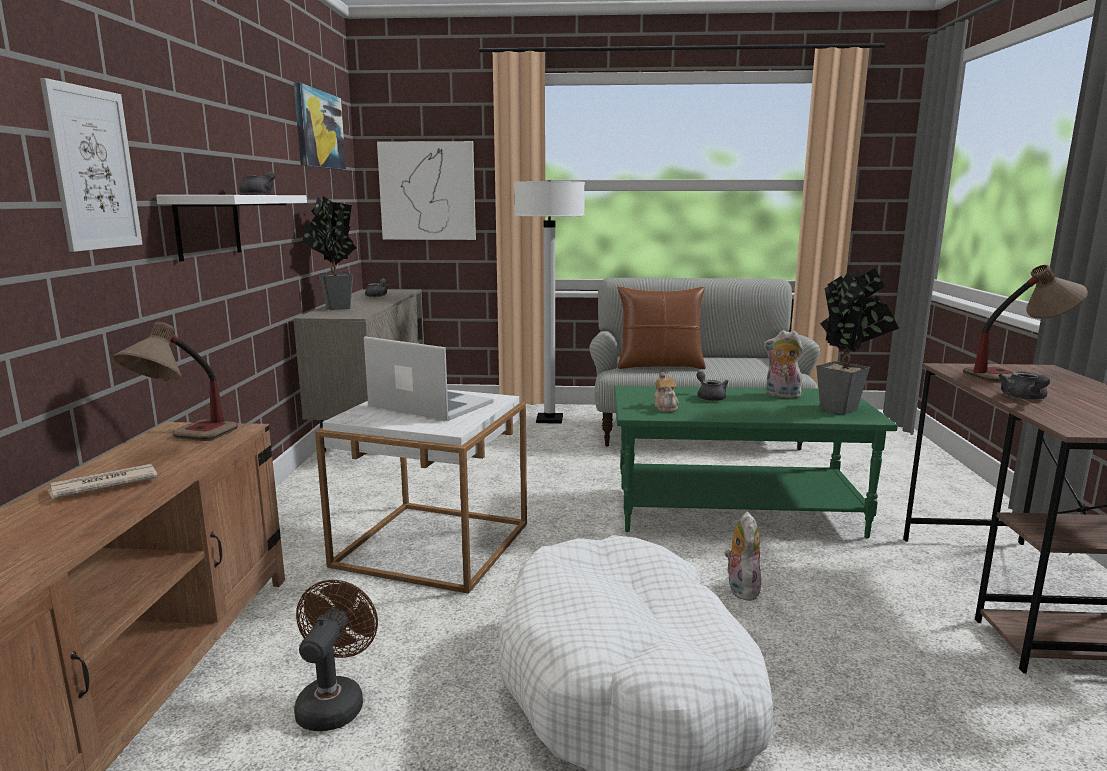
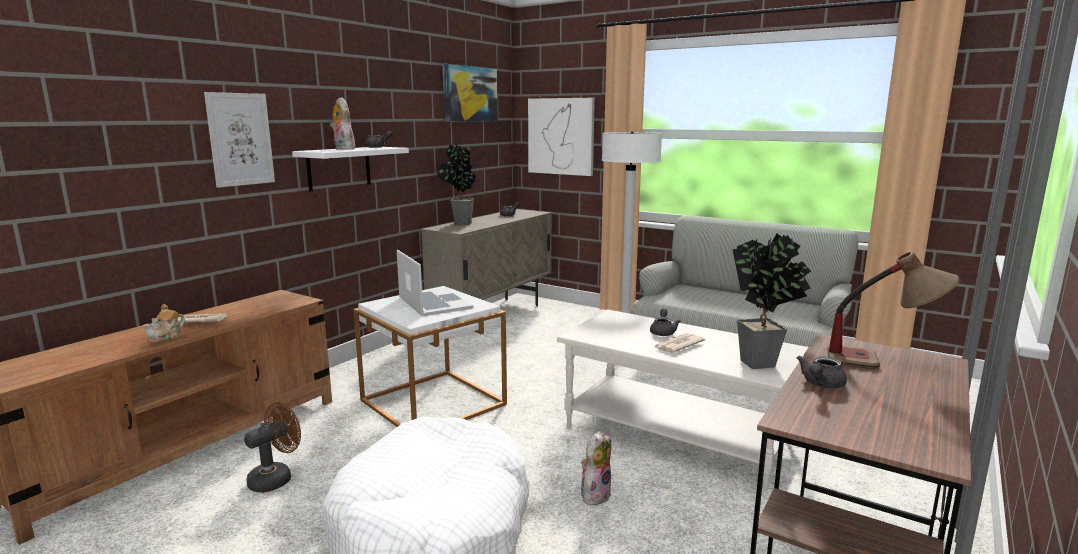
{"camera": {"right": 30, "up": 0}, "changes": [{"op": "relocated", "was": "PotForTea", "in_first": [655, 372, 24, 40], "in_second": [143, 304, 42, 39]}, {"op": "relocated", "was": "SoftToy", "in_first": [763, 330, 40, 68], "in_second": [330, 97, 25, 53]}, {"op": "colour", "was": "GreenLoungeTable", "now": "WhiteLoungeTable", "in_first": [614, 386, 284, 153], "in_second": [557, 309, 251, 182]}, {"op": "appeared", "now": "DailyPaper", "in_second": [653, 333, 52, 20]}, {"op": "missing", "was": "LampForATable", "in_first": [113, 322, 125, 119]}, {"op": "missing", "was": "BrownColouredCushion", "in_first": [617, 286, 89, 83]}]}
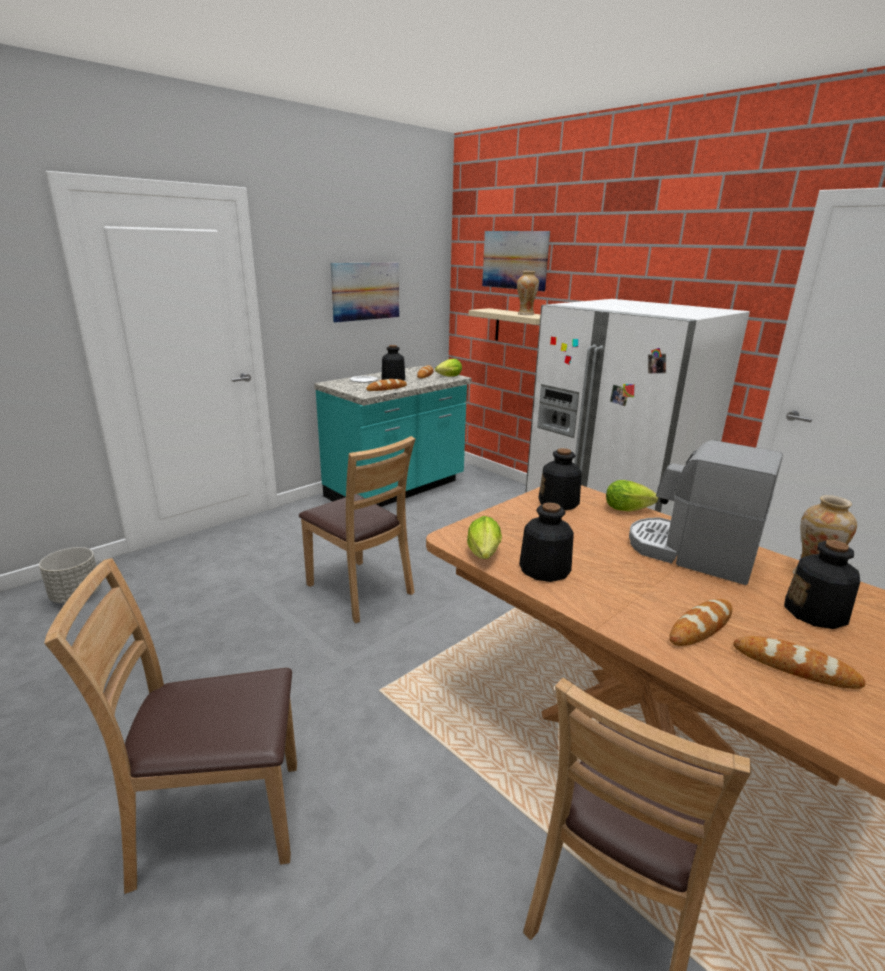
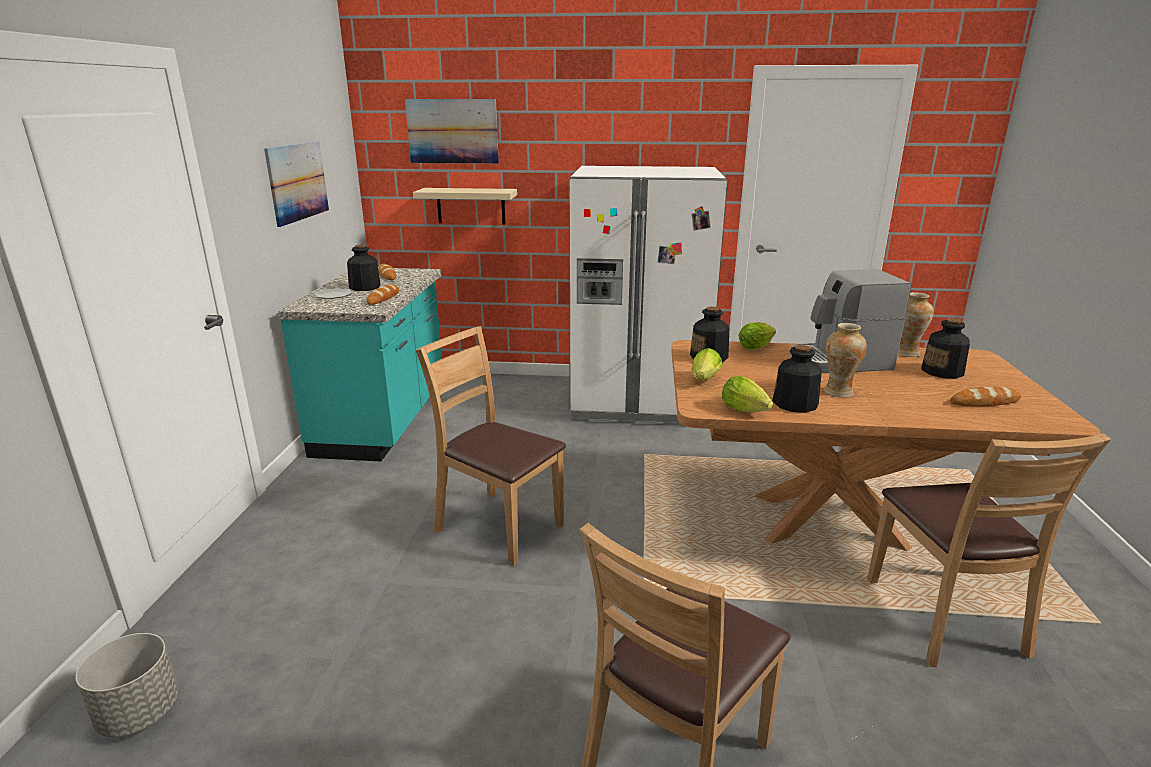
{"camera": {"right": -40, "up": 0}, "changes": [{"op": "spun", "was": "BrownColouredChair", "in_first": [299, 436, 117, 187], "in_second": [415, 326, 151, 240], "clockwise": -150}, {"op": "relocated", "was": "HeadOfLettuce", "in_first": [435, 359, 27, 18], "in_second": [692, 348, 31, 33]}, {"op": "relocated", "was": "DecorativeVase", "in_first": [517, 271, 22, 44], "in_second": [824, 323, 43, 75]}, {"op": "missing", "was": "Bread", "in_first": [669, 599, 64, 47]}]}
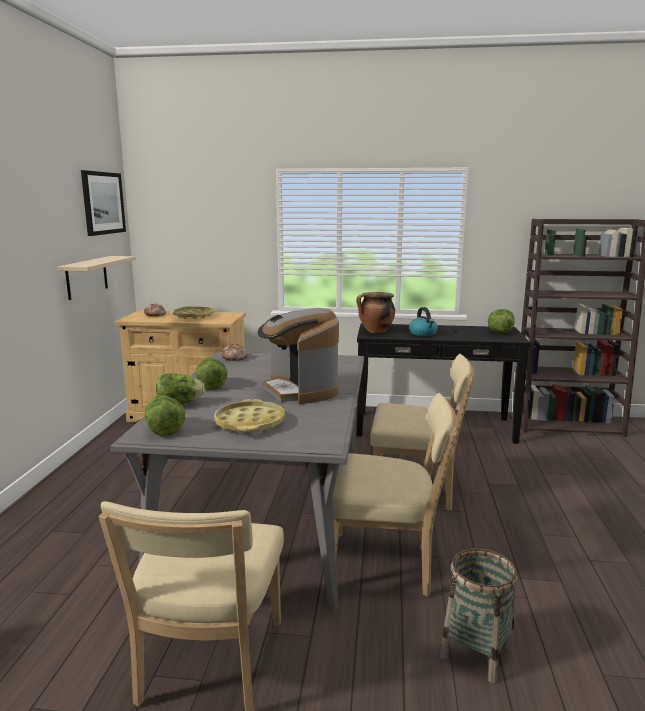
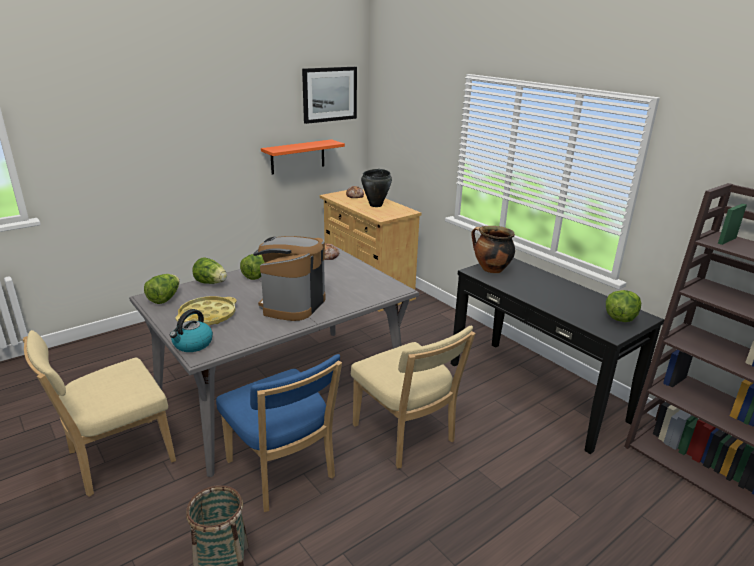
{"camera": {"right": 45, "up": 10}, "changes": [{"op": "relocated", "was": "TeaKettle", "in_first": [409, 307, 29, 29], "in_second": [170, 309, 43, 43]}, {"op": "colour", "was": "BeigeColouredChair", "now": "BlueColouredChair", "in_first": [332, 393, 125, 204], "in_second": [216, 354, 126, 158]}, {"op": "colour", "was": "BeigeColouredShelf", "now": "OrangeColouredShelf", "in_first": [57, 256, 79, 44], "in_second": [261, 139, 84, 35]}, {"op": "exchanged", "was": "YellowColouredCarryingTray", "now": "BlackSaucepot", "in_first": [173, 306, 41, 13], "in_second": [361, 169, 31, 38]}]}
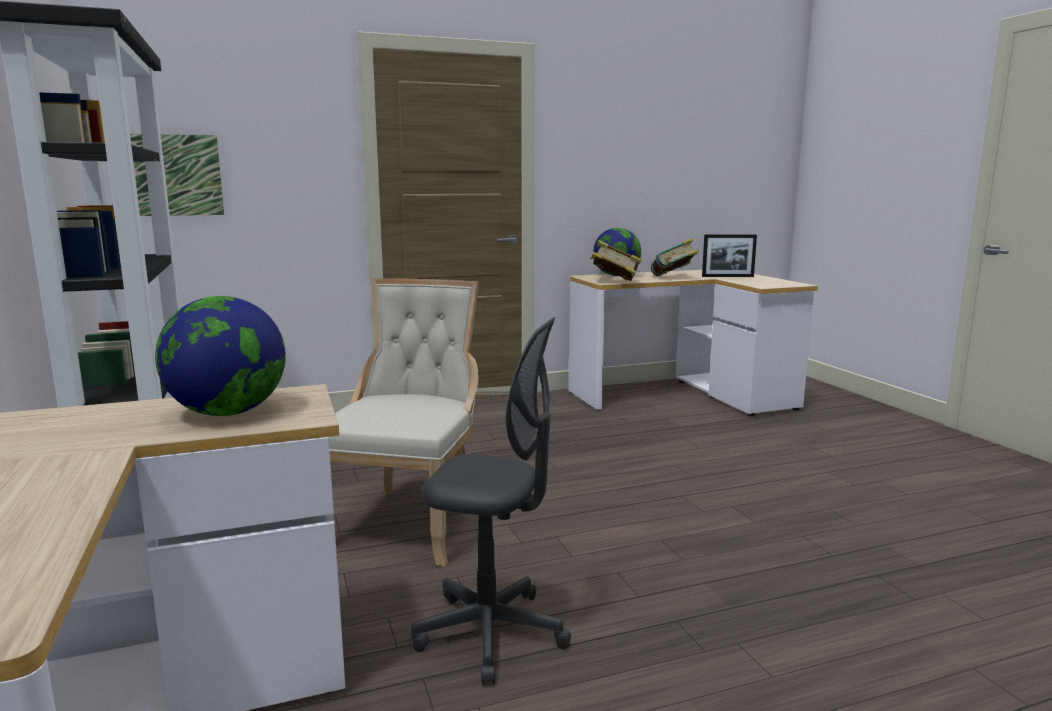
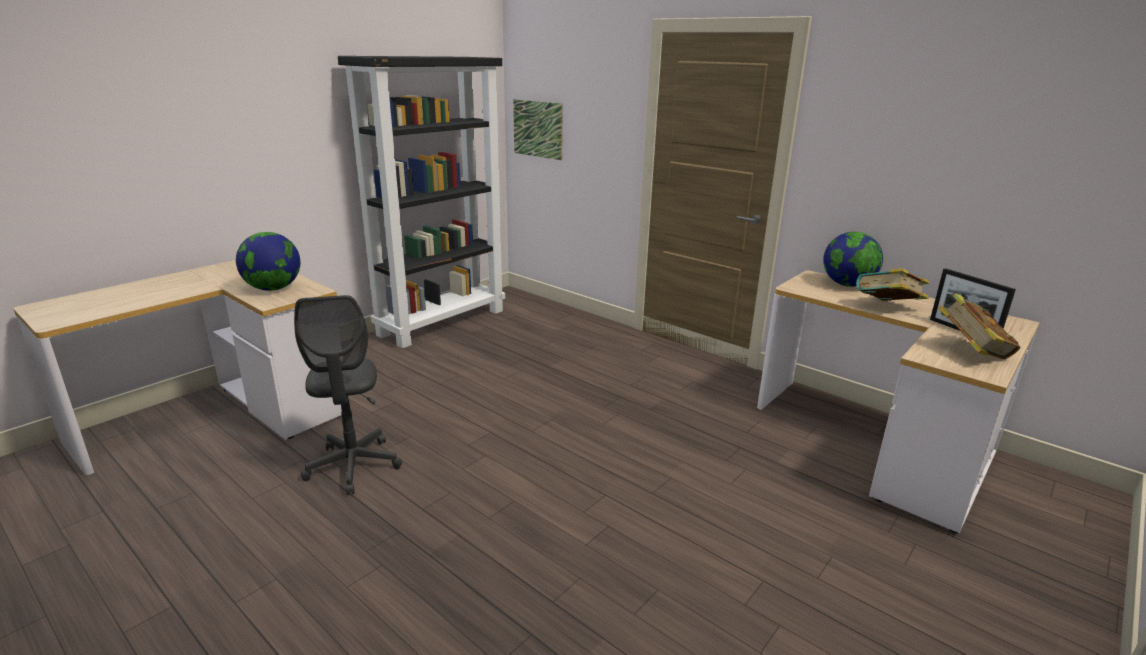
{"camera": {"right": 60, "up": 10}, "changes": [{"op": "relocated", "was": "Volume", "in_first": [590, 240, 52, 41], "in_second": [938, 293, 83, 67]}, {"op": "missing", "was": "BeigeColouredChair", "in_first": [329, 278, 150, 289]}]}
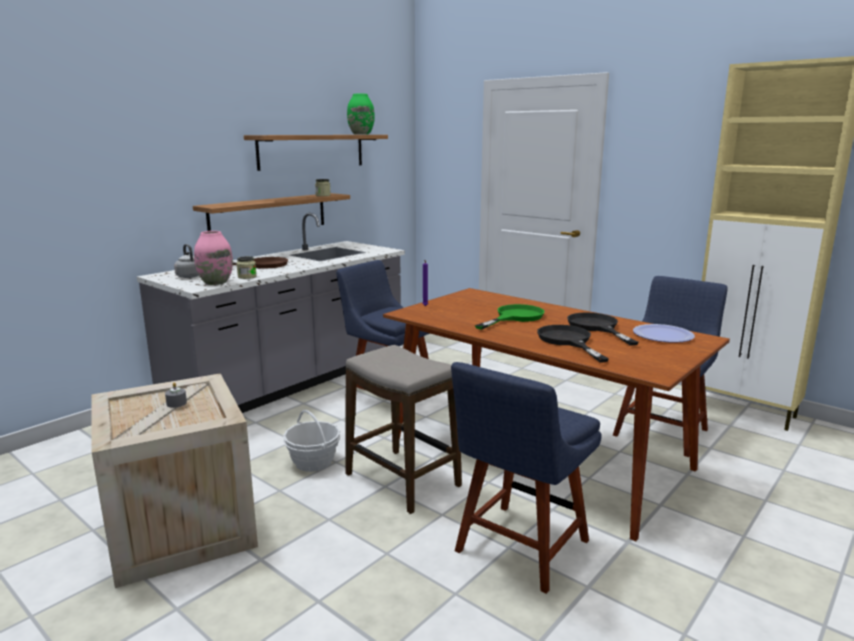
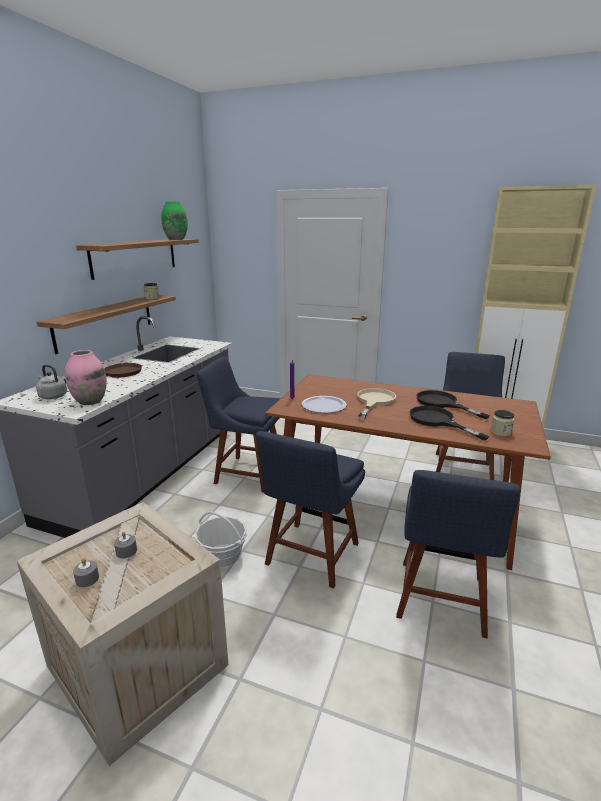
{"camera": {"right": -20, "up": 5}, "changes": [{"op": "appeared", "now": "GrayCandle", "in_second": [73, 558, 26, 29]}, {"op": "exchanged", "was": "SittingStool", "now": "BlueColouredChair", "in_first": [345, 345, 117, 169], "in_second": [256, 431, 109, 158]}, {"op": "relocated", "was": "DinnerPlate", "in_first": [633, 324, 62, 19], "in_second": [302, 396, 45, 17]}, {"op": "colour", "was": "GreenPan", "now": "BeigeColouredPan", "in_first": [475, 304, 70, 26], "in_second": [357, 388, 39, 31]}, {"op": "relocated", "was": "PreserveJar", "in_first": [236, 256, 21, 23], "in_second": [491, 410, 23, 27]}]}
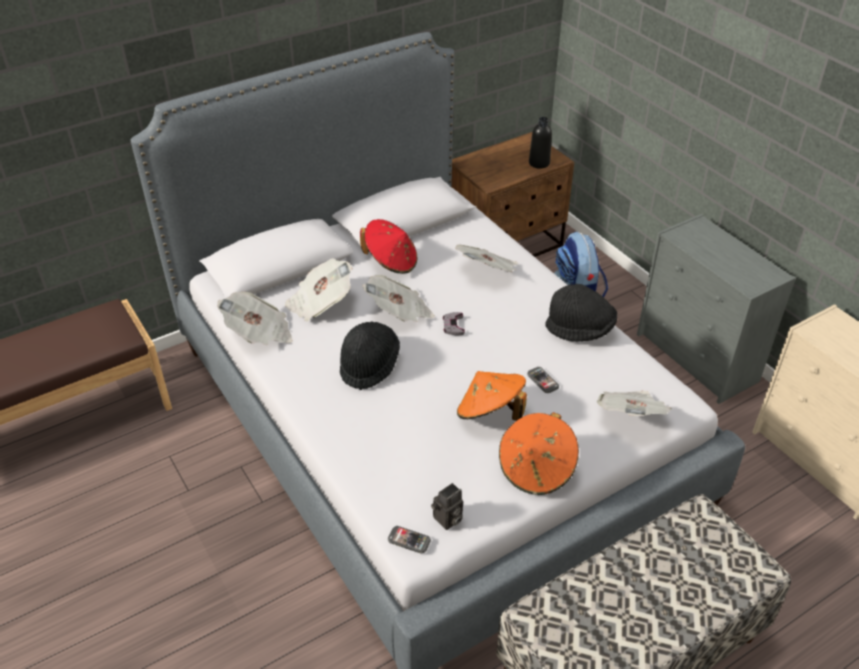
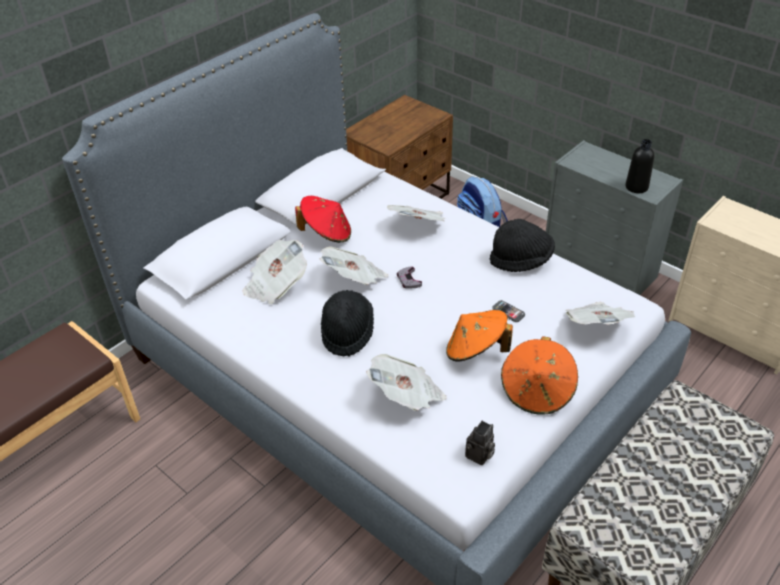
{"camera": {"right": -15, "up": 0}, "changes": [{"op": "relocated", "was": "DailyPaper", "in_first": [217, 292, 76, 53], "in_second": [366, 354, 81, 57]}, {"op": "relocated", "was": "BlackBottle", "in_first": [529, 117, 23, 52], "in_second": [625, 139, 29, 54]}, {"op": "missing", "was": "Telephone", "in_first": [388, 526, 43, 28]}]}
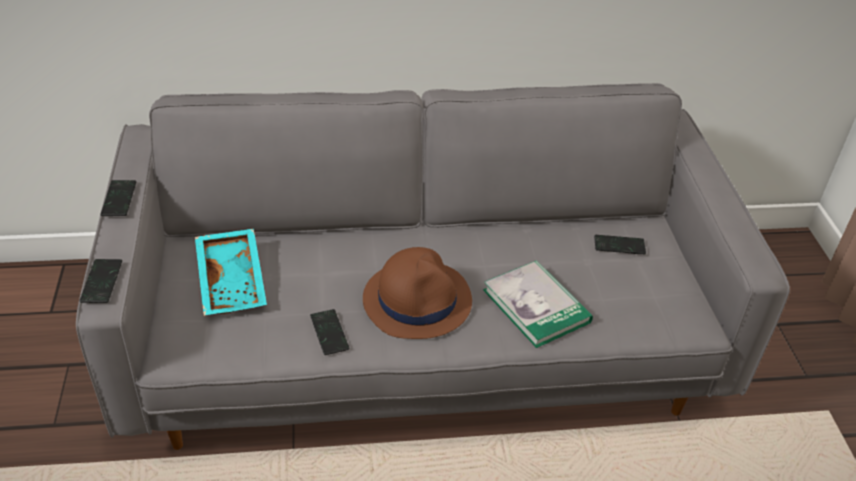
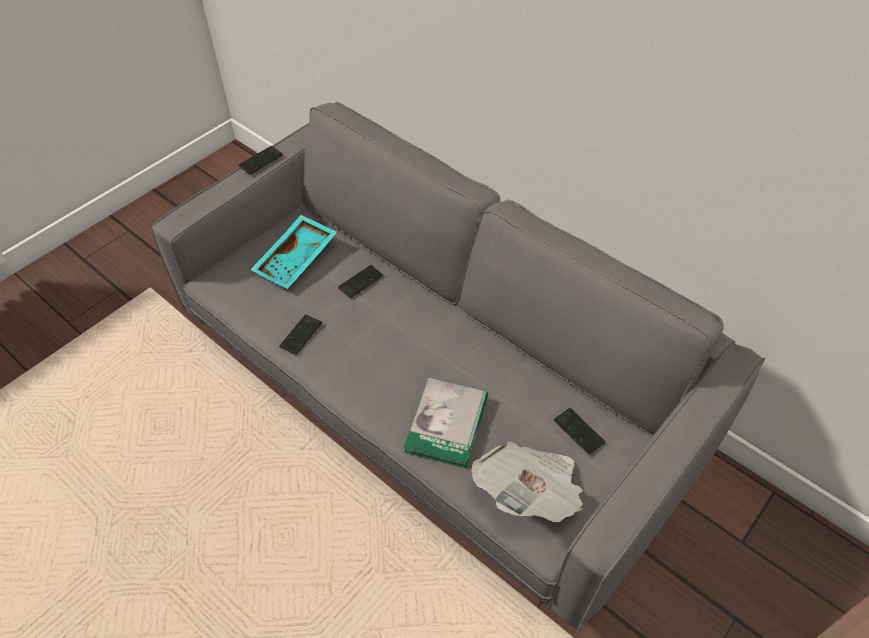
{"camera": {"right": 50, "up": 10}, "changes": [{"op": "relocated", "was": "Telephone", "in_first": [79, 259, 43, 44], "in_second": [338, 265, 45, 33]}, {"op": "appeared", "now": "DailyPaper", "in_second": [471, 441, 112, 81]}, {"op": "missing", "was": "BrownColouredWearableHat", "in_first": [363, 247, 109, 92]}]}
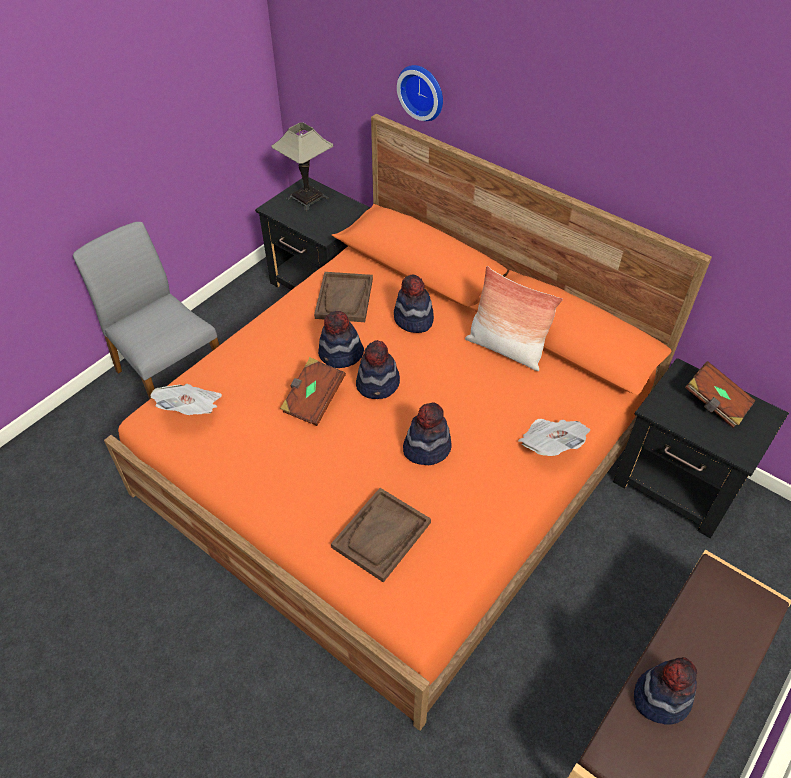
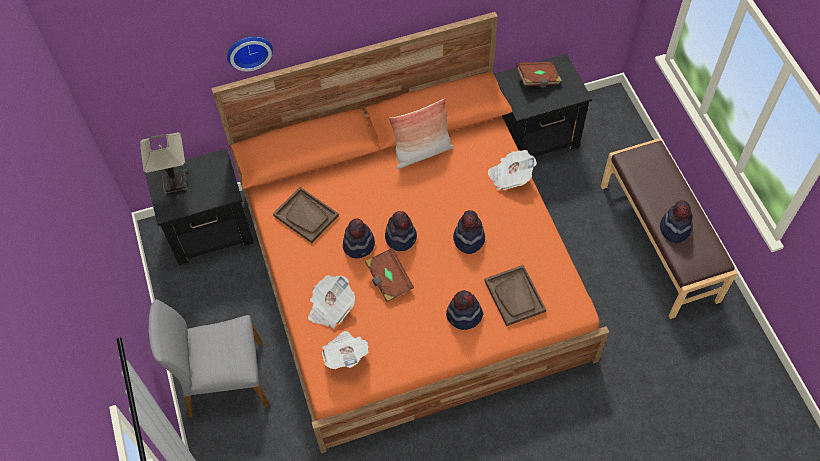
{"camera": {"right": -55, "up": 10}, "changes": [{"op": "appeared", "now": "DailyPaper", "in_second": [308, 275, 47, 53]}, {"op": "relocated", "was": "WearableHat", "in_first": [394, 275, 40, 58], "in_second": [446, 290, 37, 40]}]}
